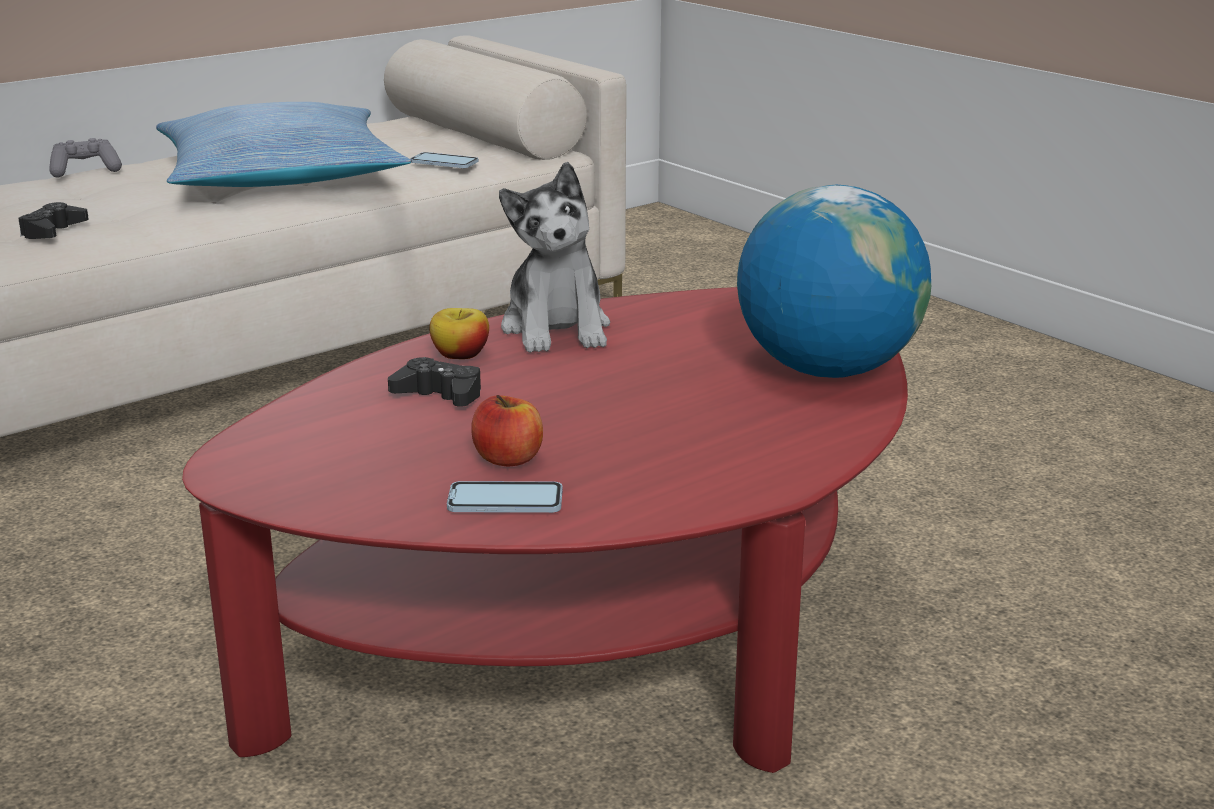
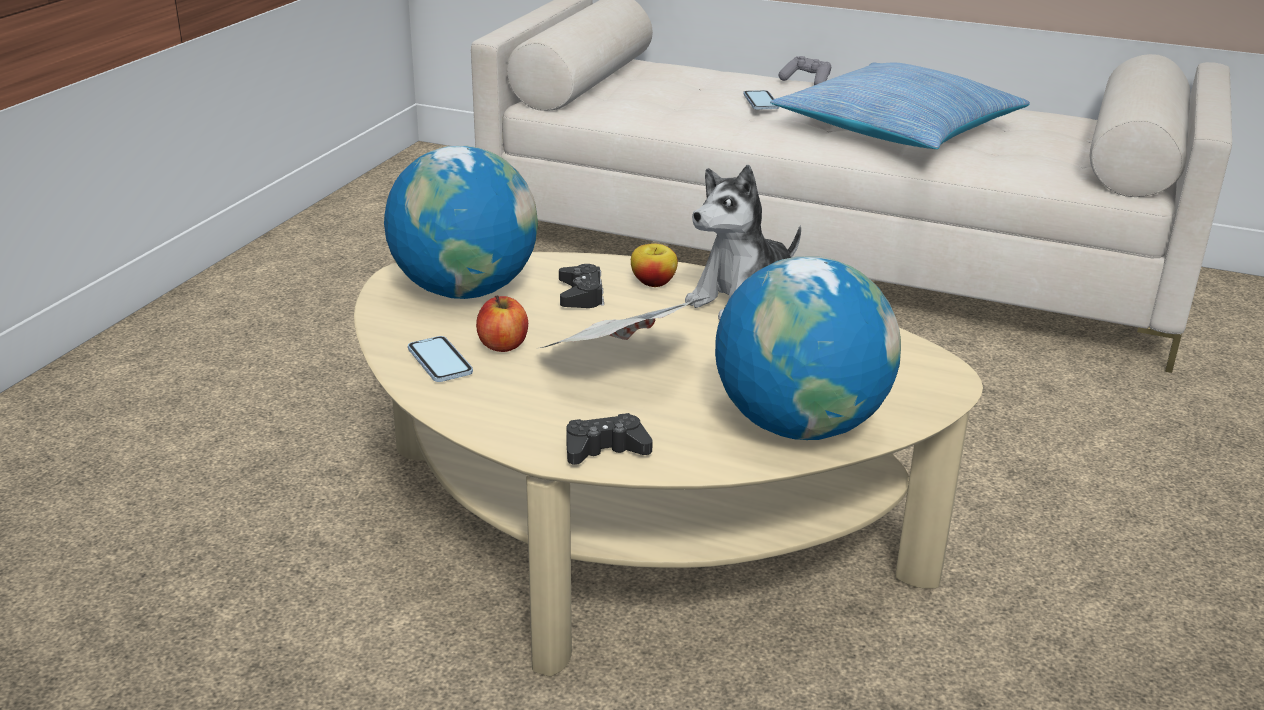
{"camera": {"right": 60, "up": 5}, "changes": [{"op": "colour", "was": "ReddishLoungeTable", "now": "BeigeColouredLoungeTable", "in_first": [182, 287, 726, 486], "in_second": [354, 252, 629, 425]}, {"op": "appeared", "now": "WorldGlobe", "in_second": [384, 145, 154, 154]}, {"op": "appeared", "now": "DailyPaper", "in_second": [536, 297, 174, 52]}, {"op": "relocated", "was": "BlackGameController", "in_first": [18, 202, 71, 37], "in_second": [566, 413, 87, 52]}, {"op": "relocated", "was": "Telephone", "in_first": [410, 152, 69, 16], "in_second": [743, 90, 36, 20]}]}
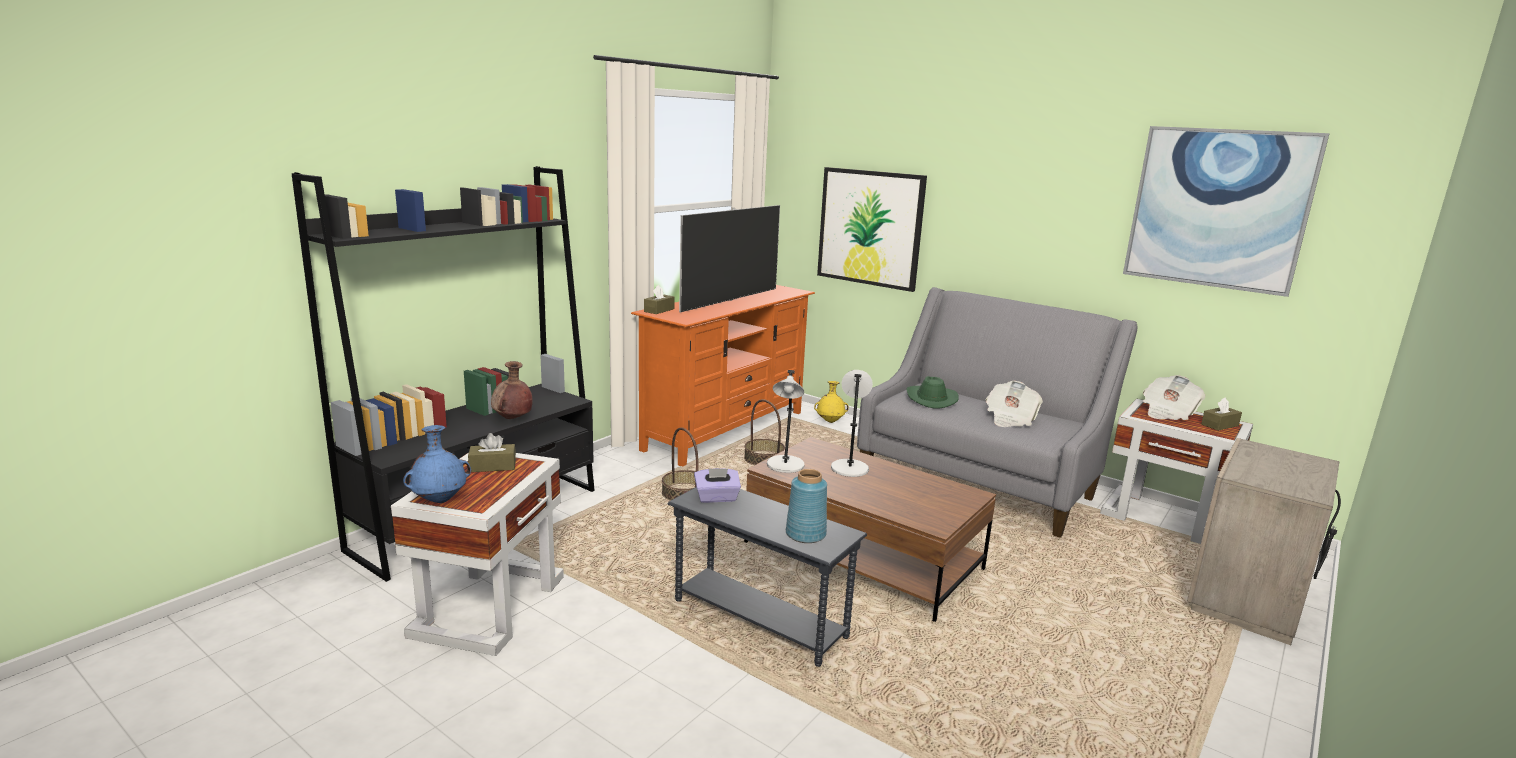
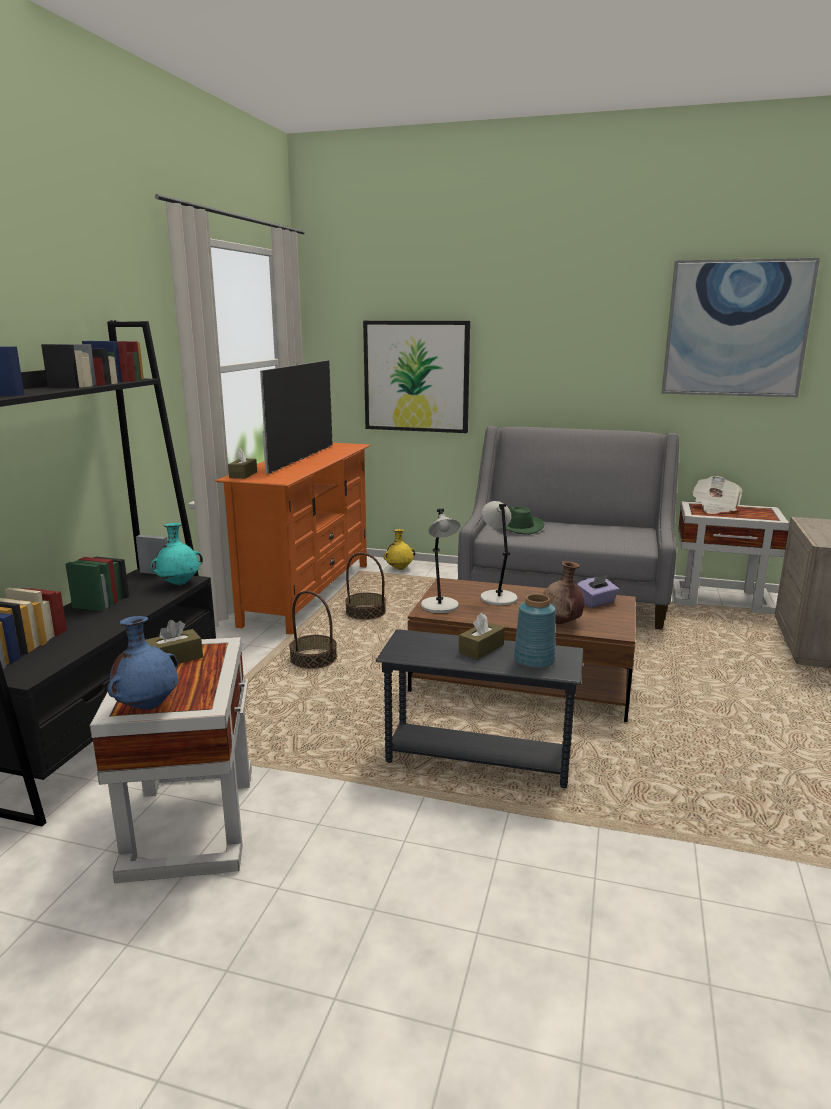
{"camera": {"right": -20, "up": 0}, "changes": [{"op": "appeared", "now": "BlueGreenDecorativeVase", "in_second": [150, 523, 53, 63]}, {"op": "relocated", "was": "BrownColouredBoxOfTissues", "in_first": [1201, 397, 41, 34], "in_second": [459, 613, 46, 47]}, {"op": "relocated", "was": "BrownColouredDecorativeVase", "in_first": [491, 361, 42, 58], "in_second": [543, 561, 41, 63]}, {"op": "relocated", "was": "PurpleBoxOfTissues", "in_first": [694, 468, 47, 35], "in_second": [576, 575, 43, 33]}, {"op": "missing", "was": "DailyPaper", "in_first": [986, 381, 57, 46]}]}
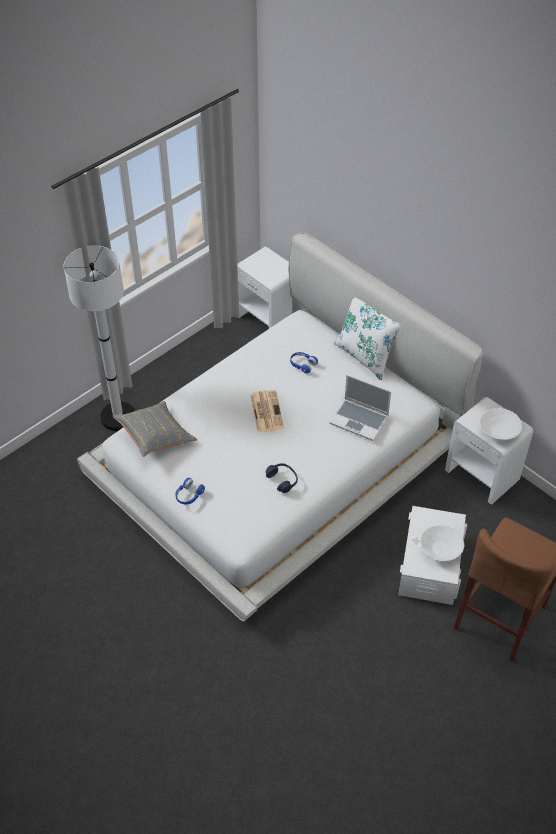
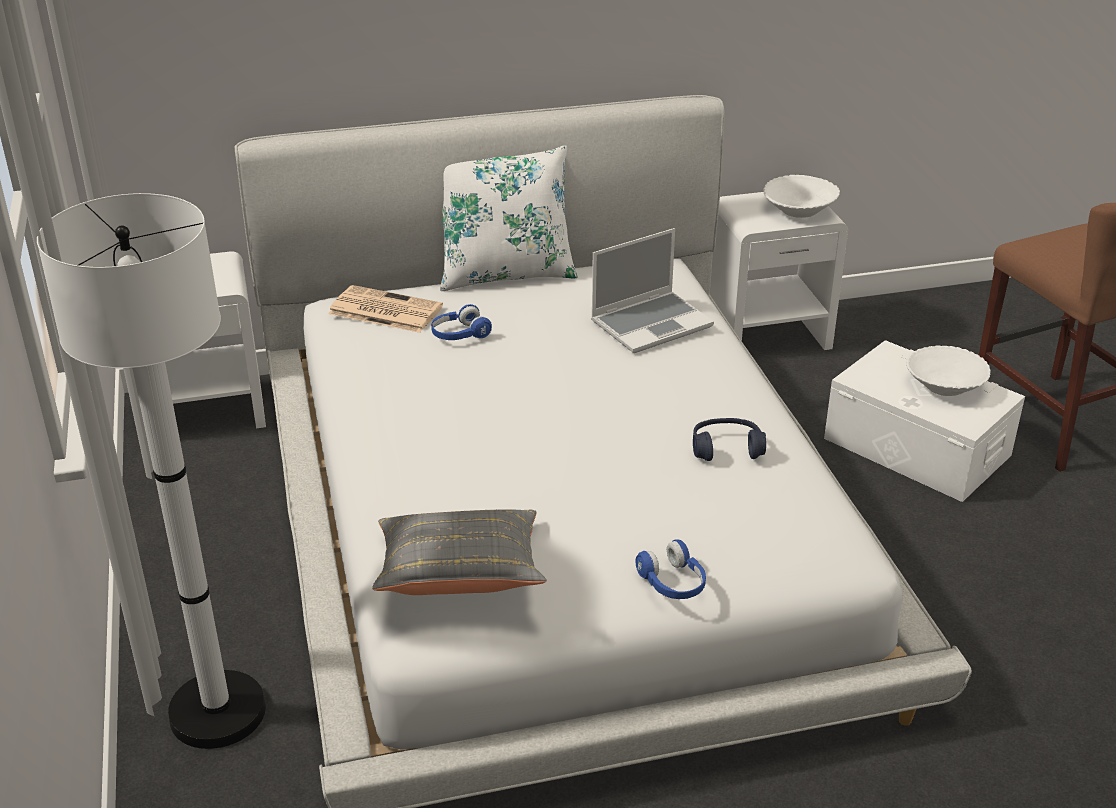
{"camera": {"right": -60, "up": -15}, "changes": [{"op": "relocated", "was": "DailyPaper", "in_first": [250, 390, 34, 43], "in_second": [328, 285, 115, 48]}]}
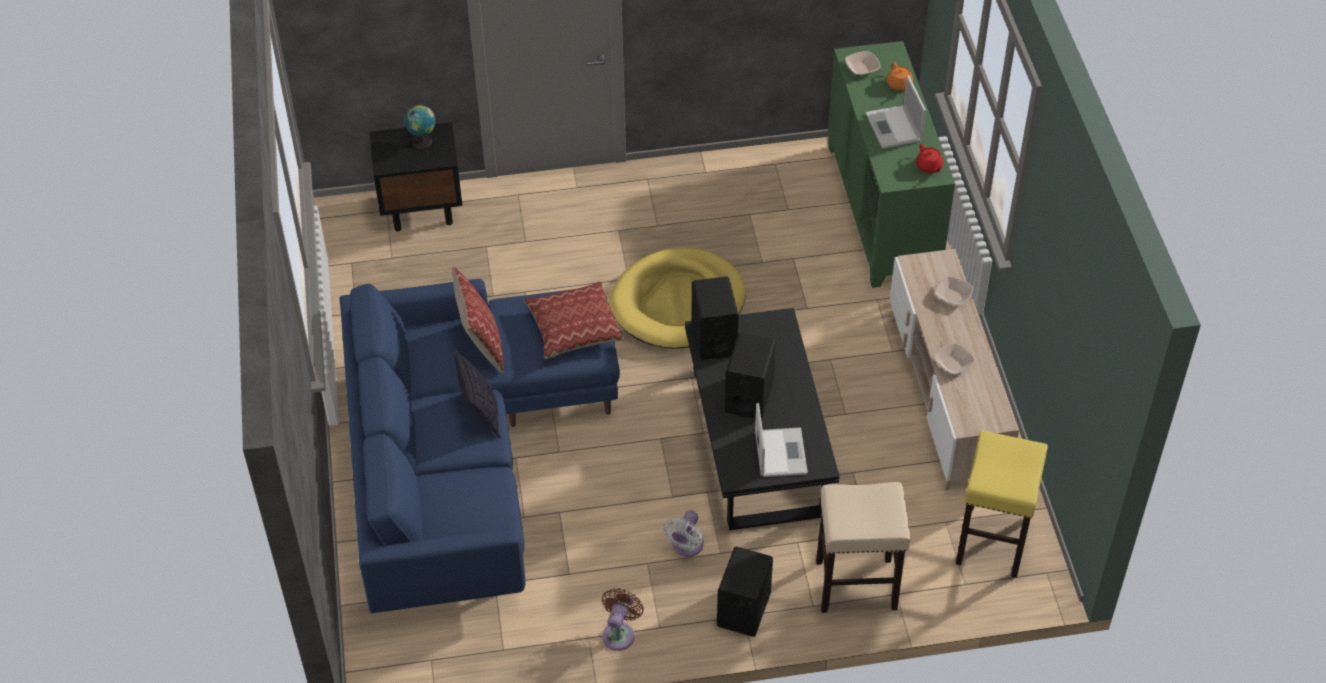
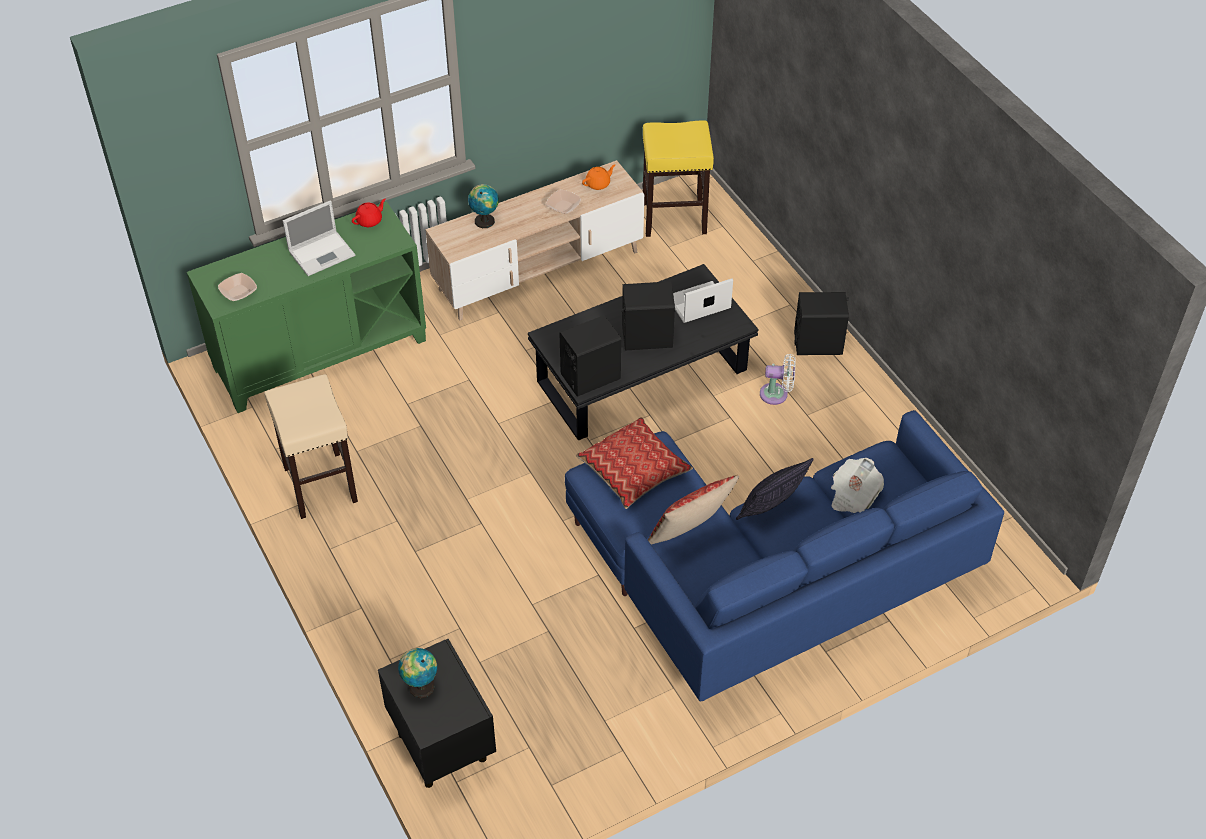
{"camera": {"right": -110, "up": 0}, "changes": [{"op": "relocated", "was": "BeigeColouredSittingStool", "in_first": [816, 482, 94, 131], "in_second": [264, 374, 94, 145]}, {"op": "exchanged", "was": "DeepDish", "now": "WorldGlobe", "in_first": [935, 276, 38, 29], "in_second": [468, 184, 31, 44]}, {"op": "relocated", "was": "OrangeColouredPotForTea", "in_first": [887, 62, 26, 29], "in_second": [582, 164, 33, 26]}, {"op": "appeared", "now": "DailyPaper", "in_second": [831, 458, 53, 55]}, {"op": "missing", "was": "BrownColouredCoolingFan", "in_first": [602, 588, 42, 63]}, {"op": "missing", "was": "YellowColouredDogCushion", "in_first": [610, 248, 136, 101]}]}
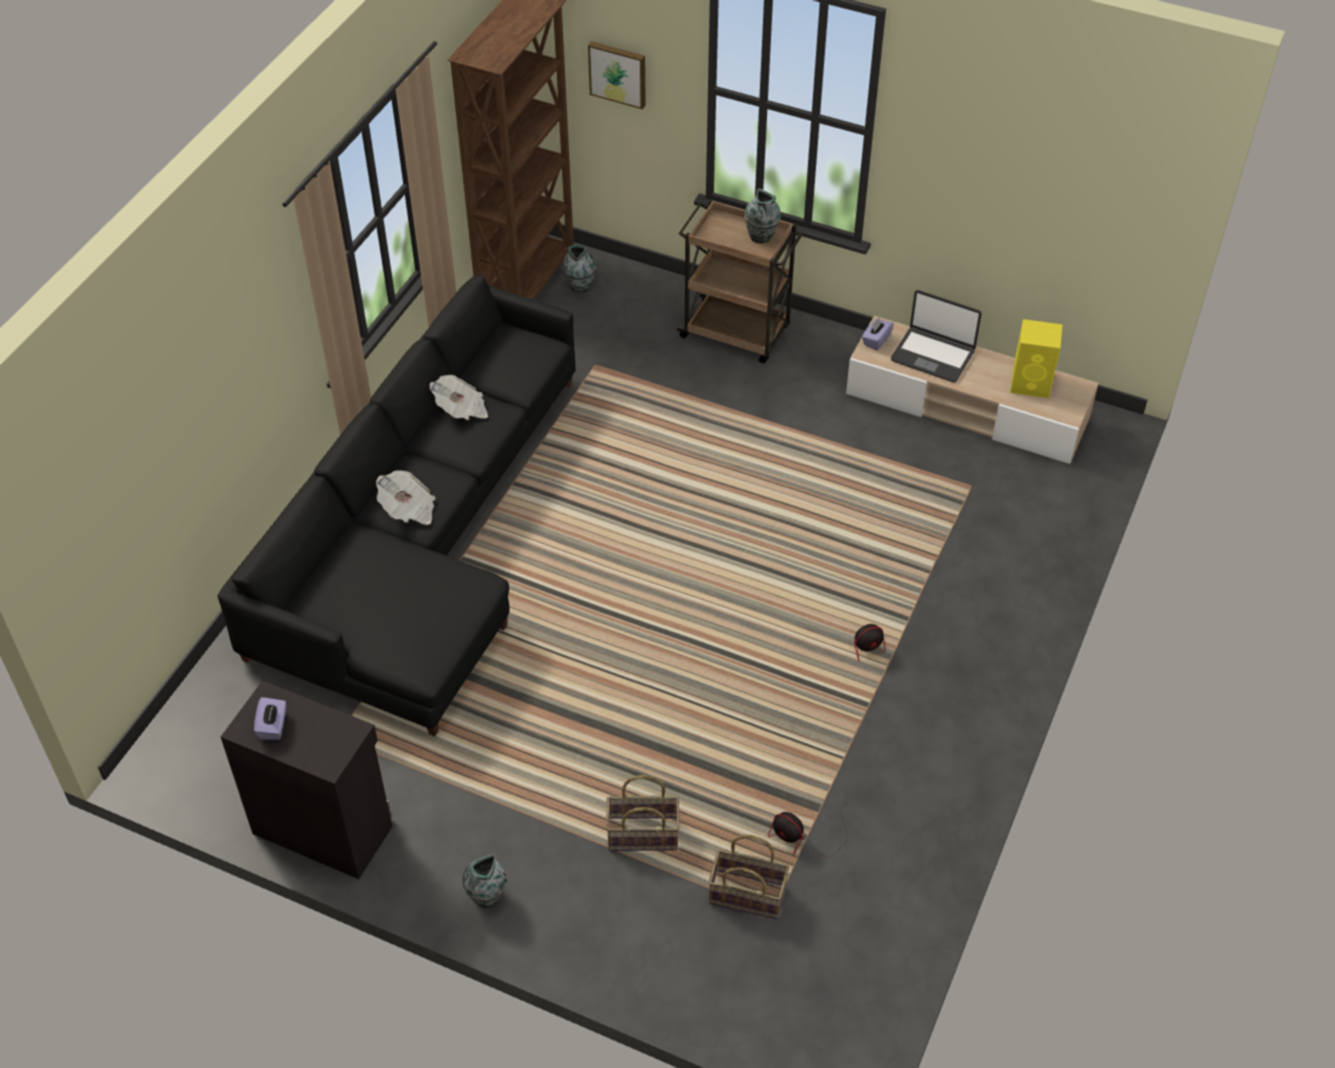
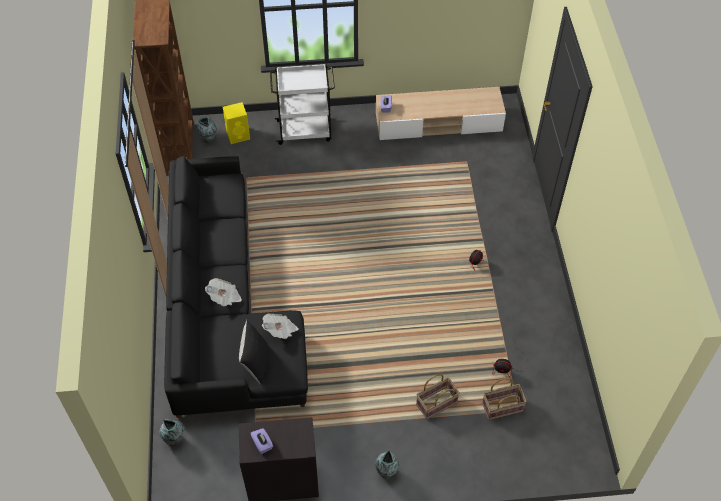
{"camera": {"right": -30, "up": 5}, "changes": [{"op": "relocated", "was": "DecorativeVase", "in_first": [744, 188, 37, 55], "in_second": [159, 419, 25, 27]}, {"op": "relocated", "was": "YellowColouredLoudspeaker", "in_first": [1010, 319, 52, 79], "in_second": [223, 102, 27, 42]}, {"op": "appeared", "now": "BlackCushion", "in_second": [239, 320, 30, 65]}, {"op": "relocated", "was": "DailyPaper", "in_first": [430, 375, 58, 45], "in_second": [262, 313, 36, 26]}, {"op": "colour", "was": "BrownColouredWheeledCart", "now": "WhiteWheeledCart", "in_first": [677, 199, 126, 164], "in_second": [270, 64, 65, 81]}, {"op": "missing", "was": "WallArt", "in_first": [588, 41, 58, 68]}, {"op": "missing", "was": "PortableComputer", "in_first": [891, 290, 91, 92]}]}
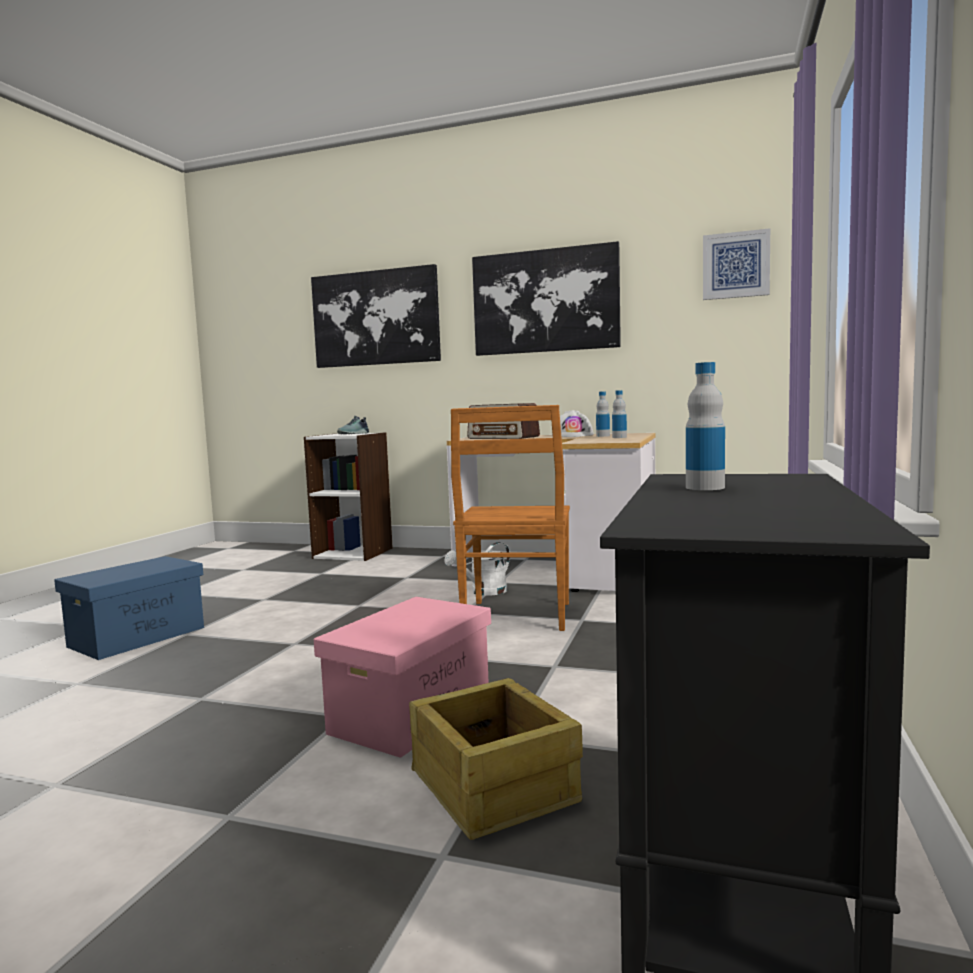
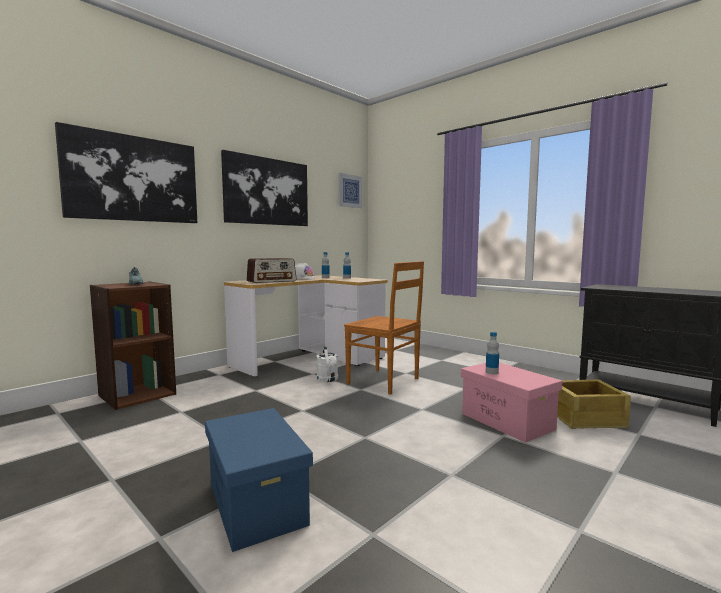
{"camera": {"right": -65, "up": 0}, "changes": [{"op": "colour", "was": "WhiteBookshelf", "now": "BrownColouredBookshelf", "in_first": [304, 432, 89, 129], "in_second": [90, 282, 86, 128]}, {"op": "relocated", "was": "Bottle", "in_first": [686, 362, 39, 128], "in_second": [486, 332, 13, 42]}]}
